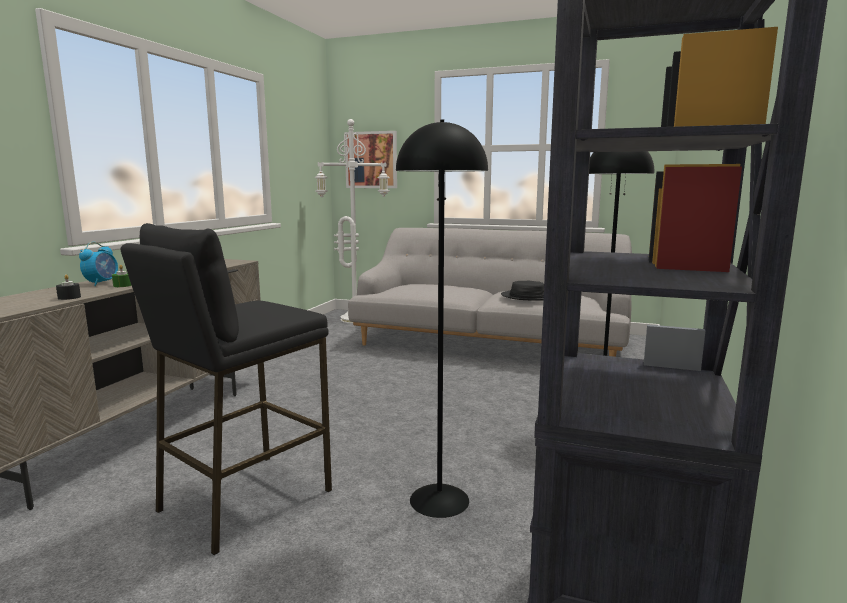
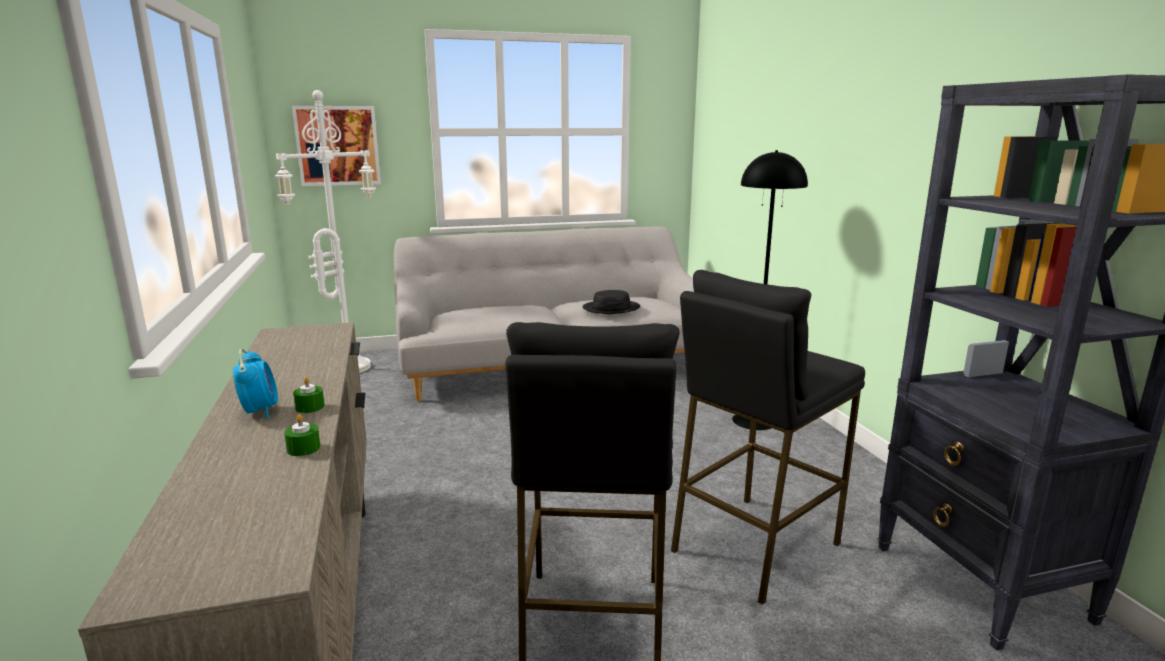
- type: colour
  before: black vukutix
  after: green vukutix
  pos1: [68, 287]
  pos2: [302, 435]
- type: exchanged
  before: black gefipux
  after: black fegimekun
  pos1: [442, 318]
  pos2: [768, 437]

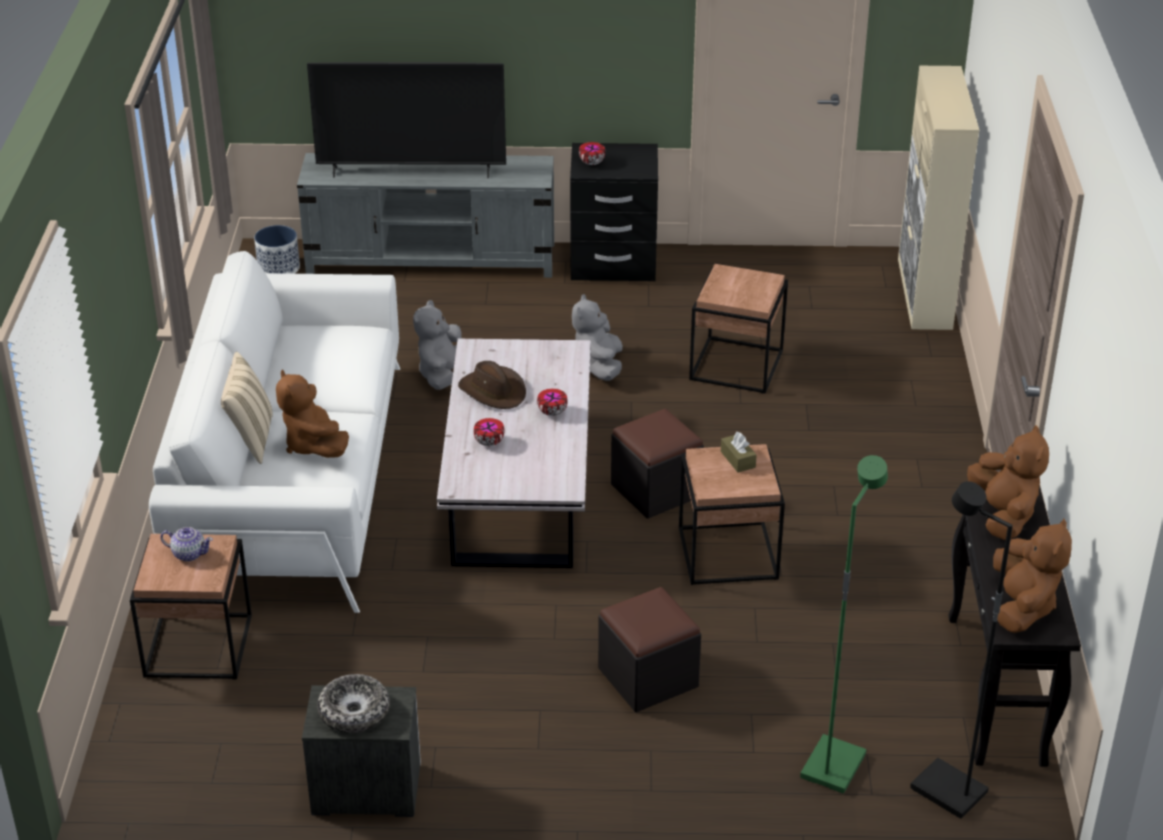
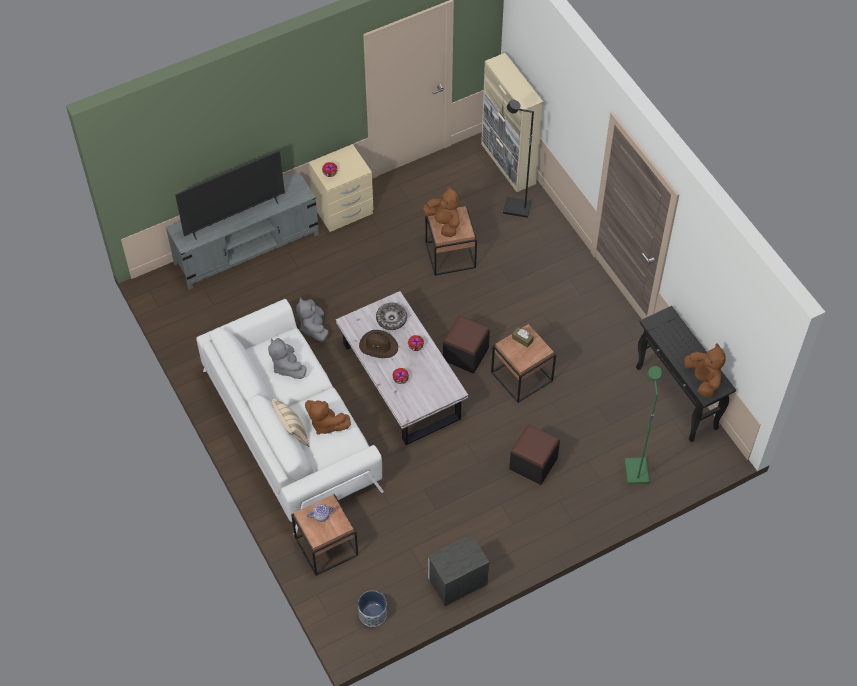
- type: relocated
  before: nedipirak
  pos1: [277, 249]
  pos2: [372, 609]
- type: relocated
  before: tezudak
  pos1: [353, 703]
  pos2: [391, 316]
- type: colour
  before: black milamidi
  after: beige milamidi
  pos1: [614, 212]
  pos2: [341, 188]
- type: relocated
  before: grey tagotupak
  pos1: [597, 337]
  pos2: [287, 358]
- type: relocated
  before: black gefipux
  pos1: [961, 650]
  pos2: [518, 159]
- type: relocated
  before: brown tagotupak
  pos1: [1008, 482]
  pos2: [441, 211]

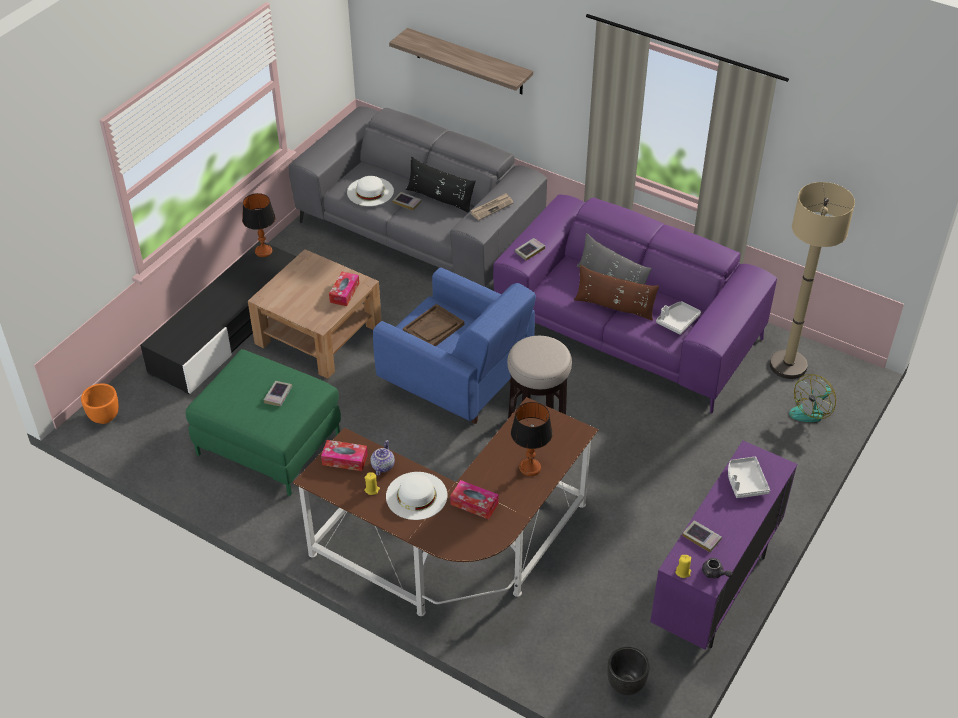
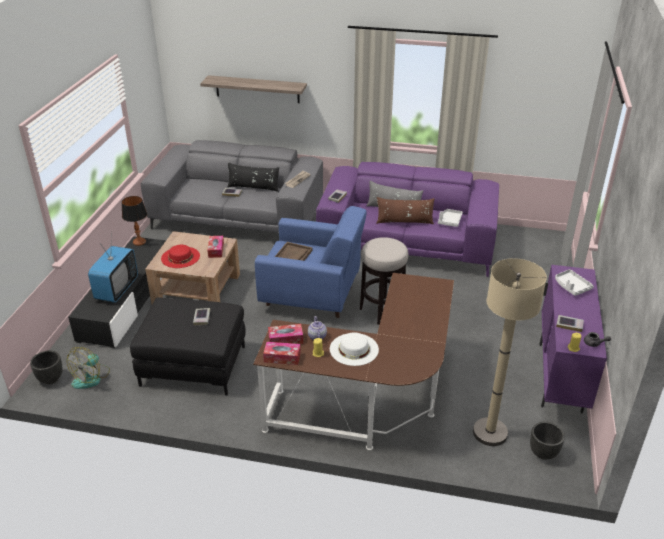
- type: colour
  before: orange nedipirak
  after: black nedipirak
  pos1: [100, 403]
  pos2: [46, 367]
- type: colour
  before: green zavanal
  after: black zavanal
  pos1: [263, 422]
  pos2: [188, 346]
- type: missing
  before: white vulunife
  pos1: [370, 191]
- type: relocated
  before: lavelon
  pos1: [474, 499]
  pos2: [282, 353]
- type: missing
  before: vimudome
  pos1: [532, 439]
- type: relocated
  before: beige gefipux
  pos1: [812, 280]
  pos2: [510, 352]
- type: relocated
  before: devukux
  pos1: [812, 398]
  pos2: [88, 368]
- type: appeared
  after: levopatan
  pos2: [113, 267]
- type: appeared
  after: red vulunife
  pos2: [180, 256]

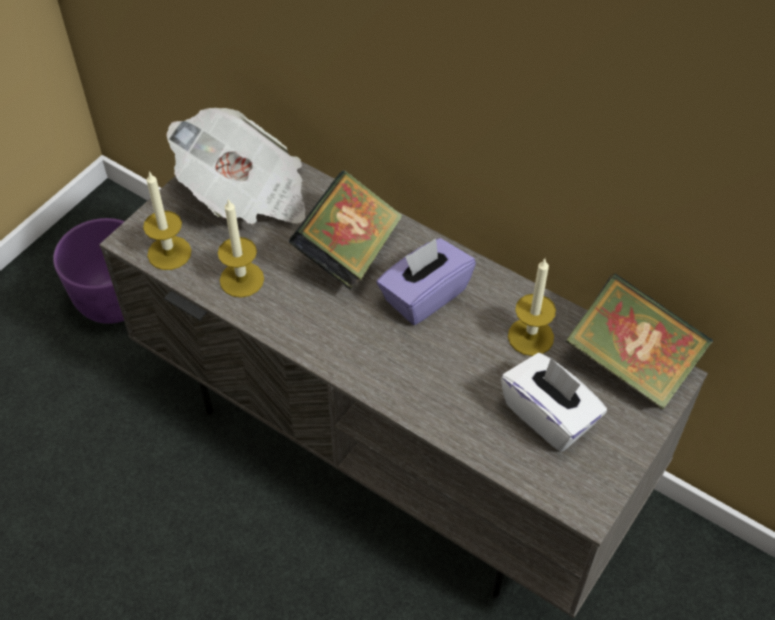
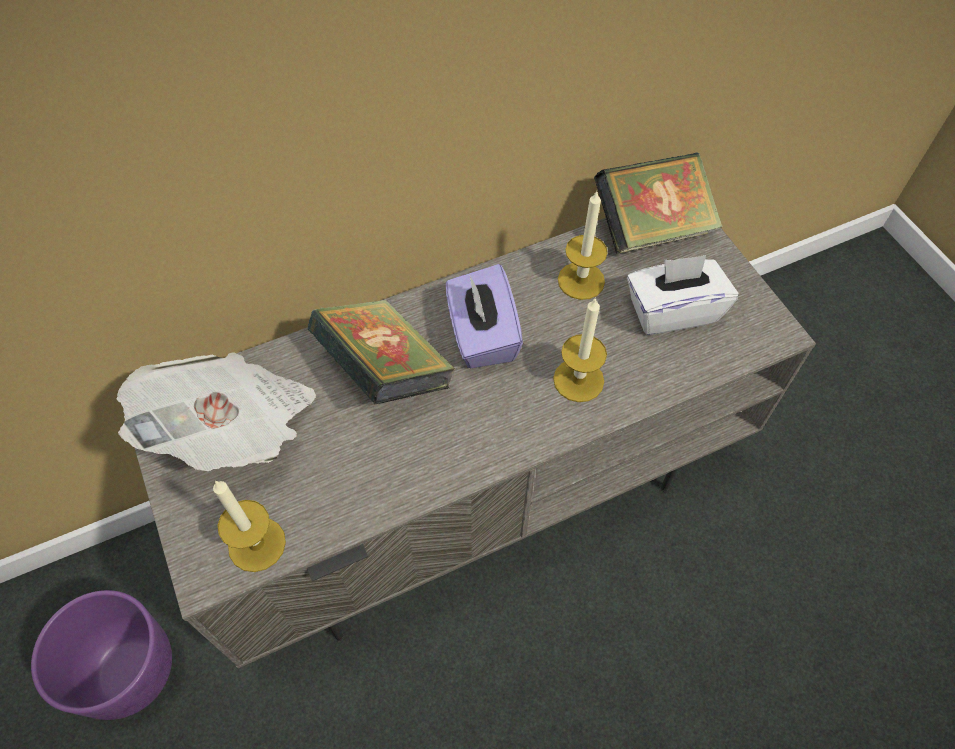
- type: relocated
  before: vukutix
  pos1: [241, 248]
  pos2: [580, 349]

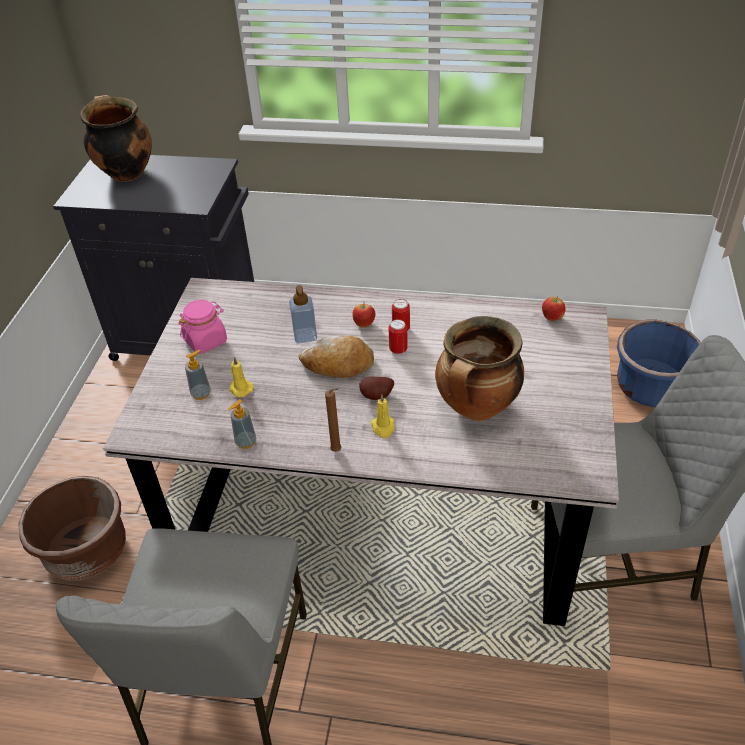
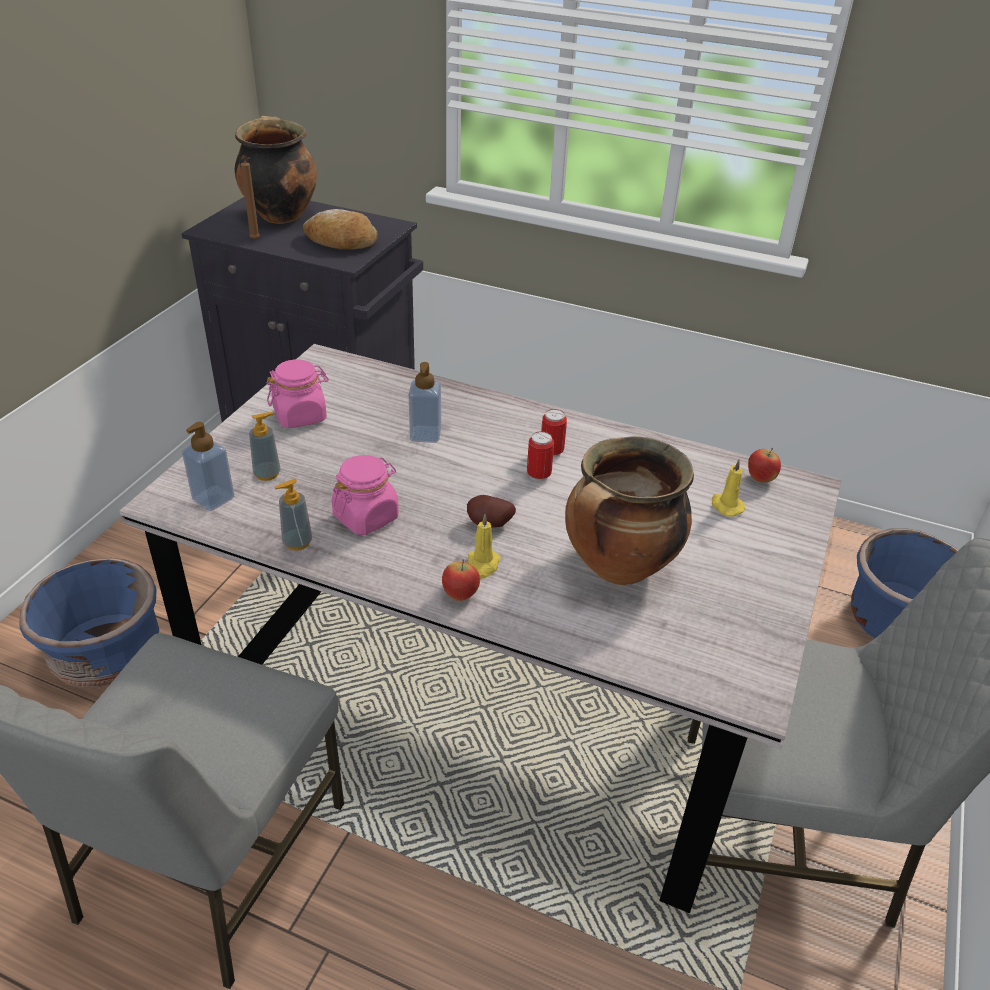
- type: colour
  before: brown nedipirak
  after: blue nedipirak
  pos1: [72, 528]
  pos2: [89, 623]
- type: relocated
  before: yellow vukutix
  pos1: [241, 377]
  pos2: [728, 488]
- type: relocated
  before: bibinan
  pos1: [336, 356]
  pos2: [340, 229]
- type: relocated
  before: brown vukutix
  pos1: [333, 420]
  pos2: [250, 198]
- type: relocated
  before: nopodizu
  pos1: [363, 316]
  pos2: [461, 580]
- type: appeared
  after: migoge
  pos2: [208, 466]
- type: appeared
  after: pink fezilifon
  pos2: [365, 495]

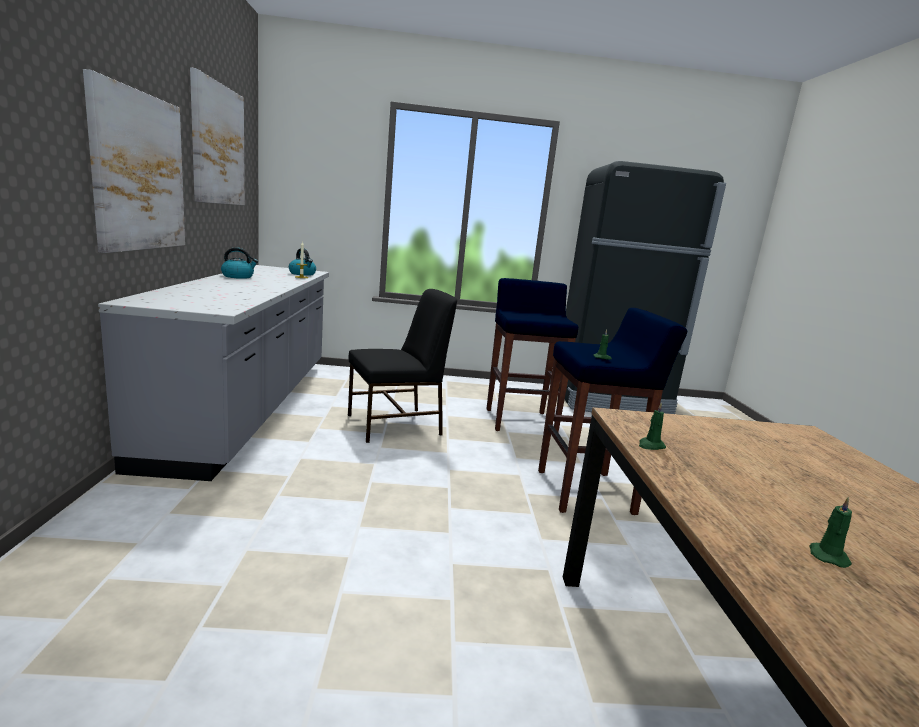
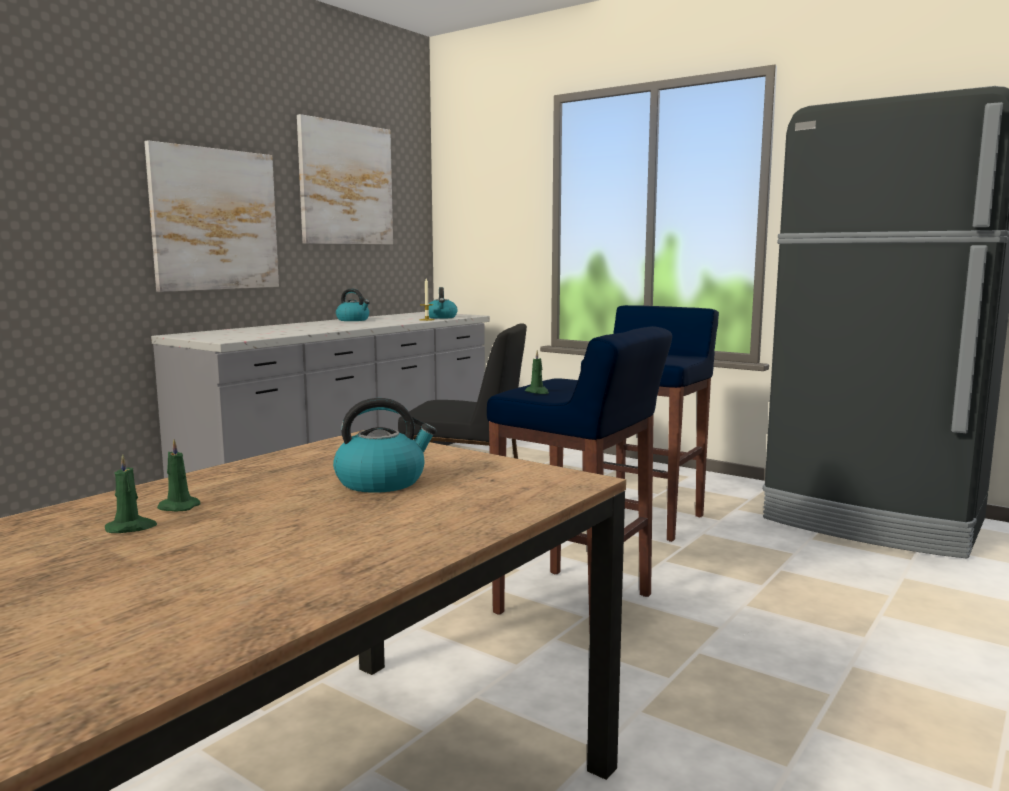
- type: relocated
  before: green vukutix
  pos1: [652, 426]
  pos2: [179, 475]
- type: appeared
  after: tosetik
  pos2: [385, 445]

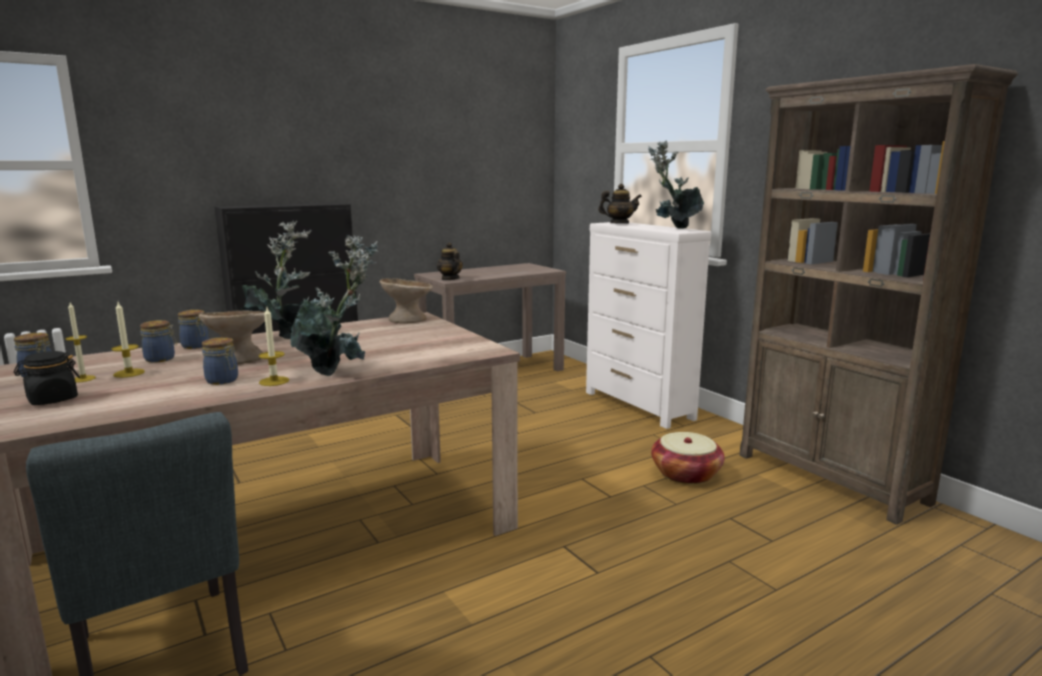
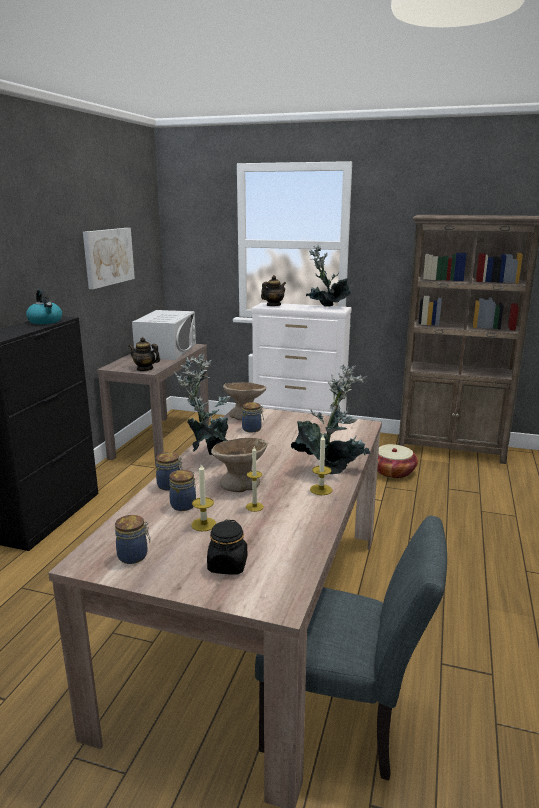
- type: relocated
  before: vukutix
  pos1: [80, 343]
  pos2: [255, 479]
- type: relocated
  before: fezilifon
  pos1: [220, 361]
  pos2: [253, 417]
- type: appeared
  after: tosetik
  pos2: [44, 306]
- type: appeared
  after: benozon
  pos2: [109, 258]
- type: appeared
  after: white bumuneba
  pos2: [164, 335]

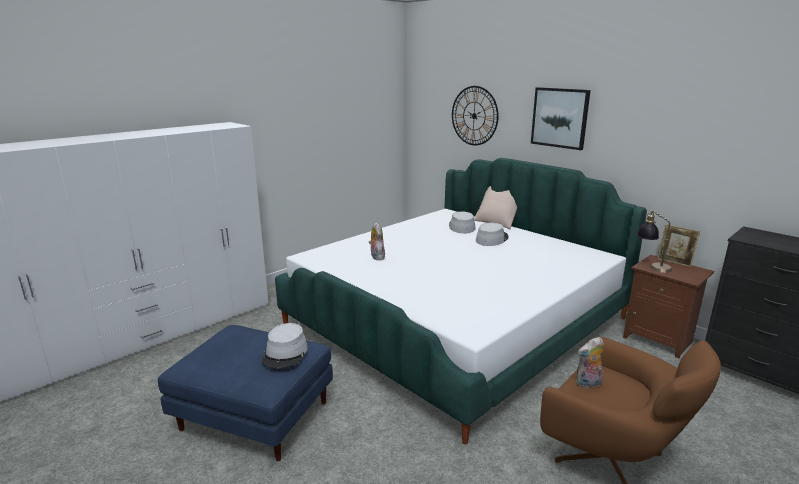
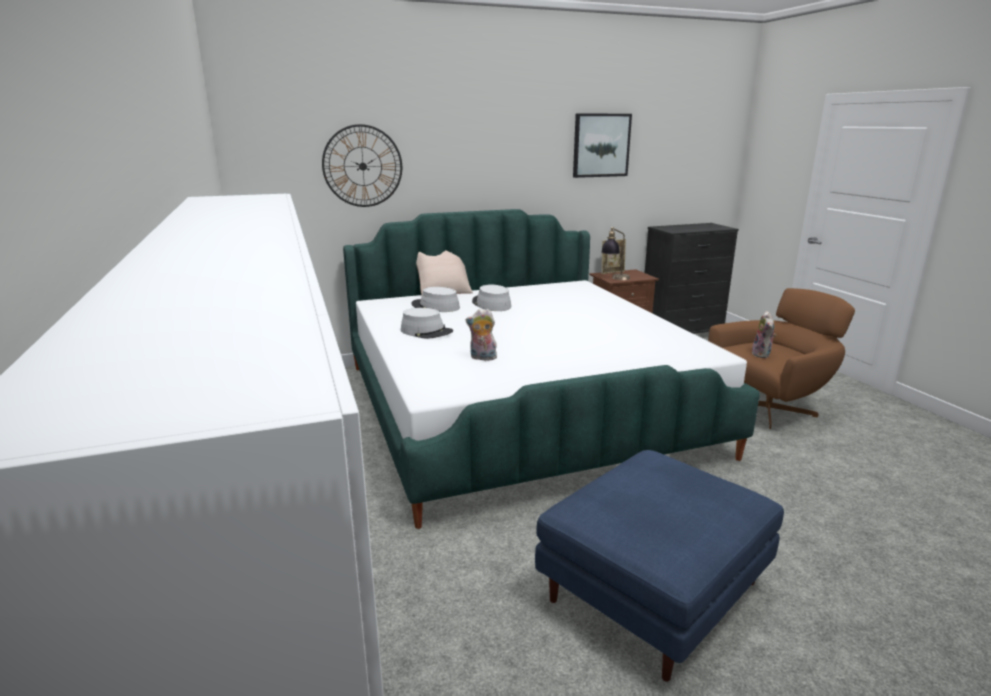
- type: relocated
  before: grey vulunife
  pos1: [285, 346]
  pos2: [427, 323]
- type: relocated
  before: benozon
  pos1: [561, 118]
  pos2: [602, 145]

